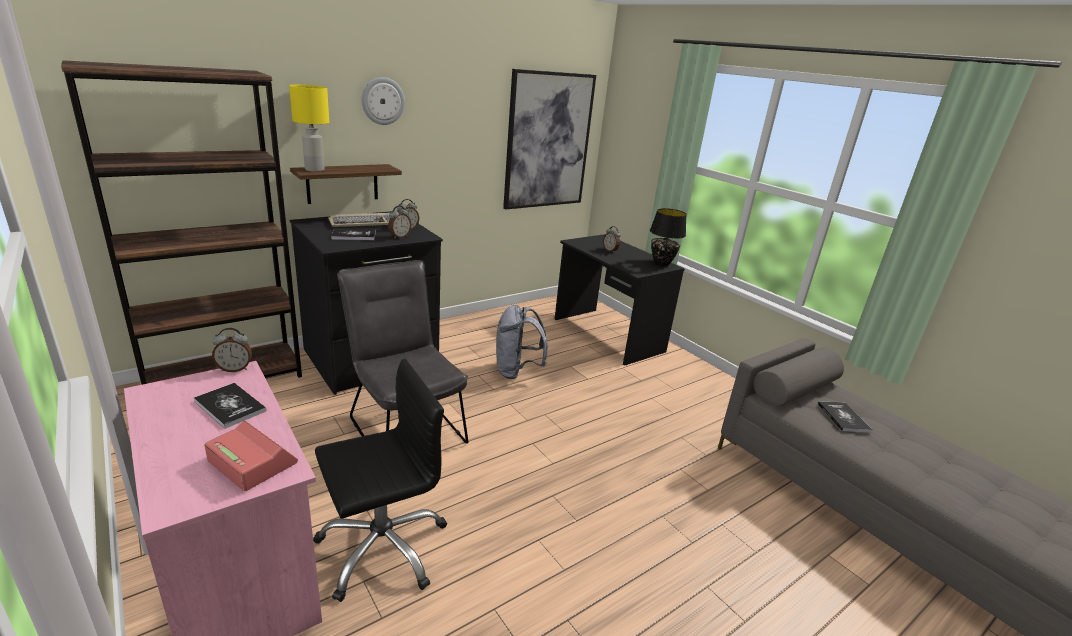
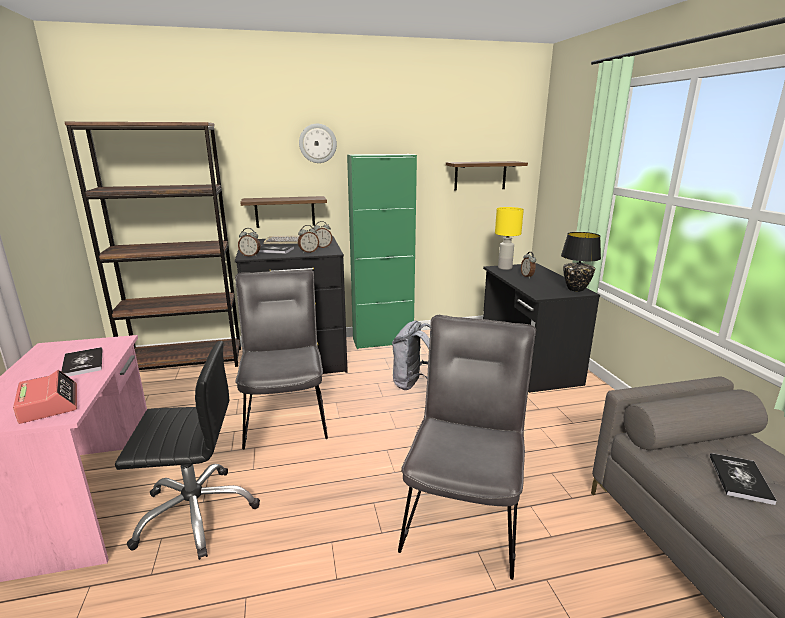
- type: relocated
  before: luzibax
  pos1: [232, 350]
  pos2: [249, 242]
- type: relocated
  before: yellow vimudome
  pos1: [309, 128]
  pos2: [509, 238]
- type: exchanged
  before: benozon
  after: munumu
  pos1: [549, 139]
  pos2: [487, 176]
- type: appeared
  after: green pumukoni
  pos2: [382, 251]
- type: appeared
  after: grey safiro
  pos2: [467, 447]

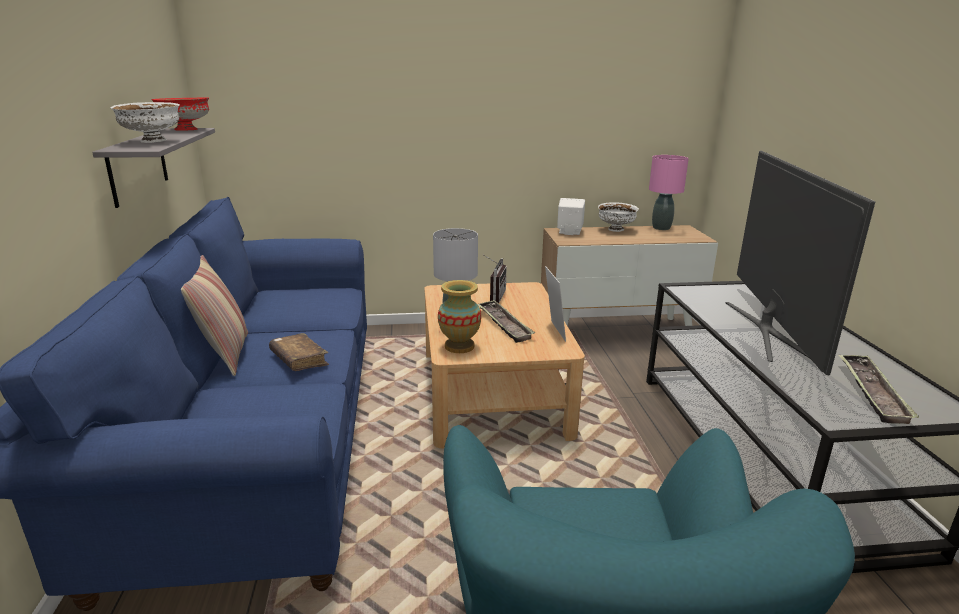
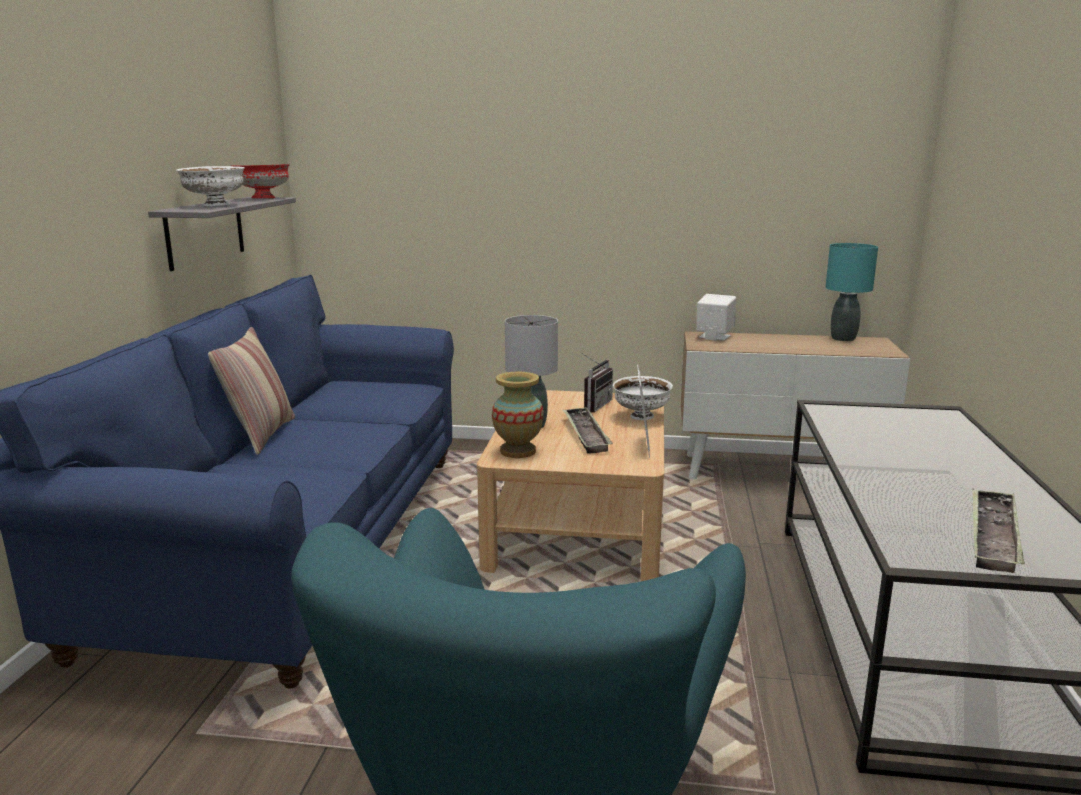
- type: missing
  before: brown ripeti
  pos1: [299, 352]
- type: relocated
  before: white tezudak
  pos1: [618, 217]
  pos2: [643, 398]
- type: colour
  before: pink vimudome
  after: turquoise vimudome
  pos1: [669, 192]
  pos2: [851, 292]
- type: missing
  before: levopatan
  pos1: [800, 263]

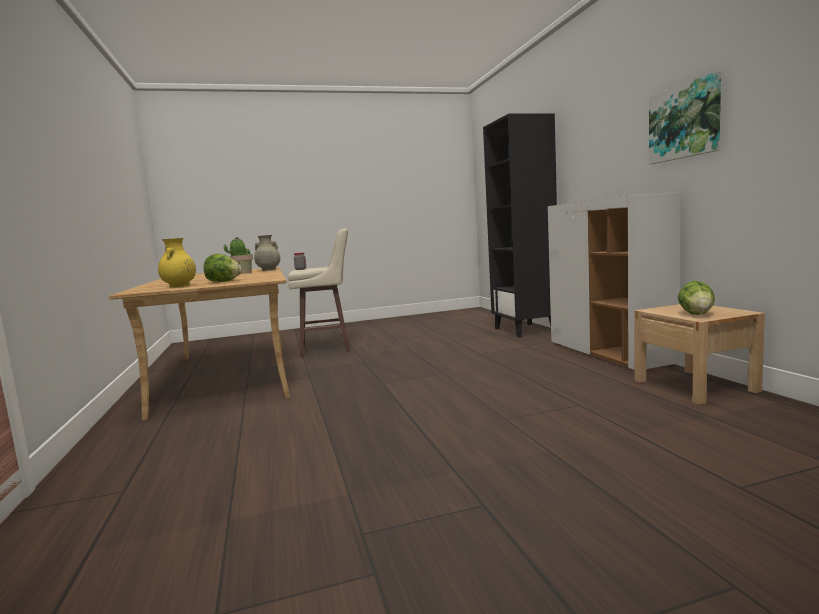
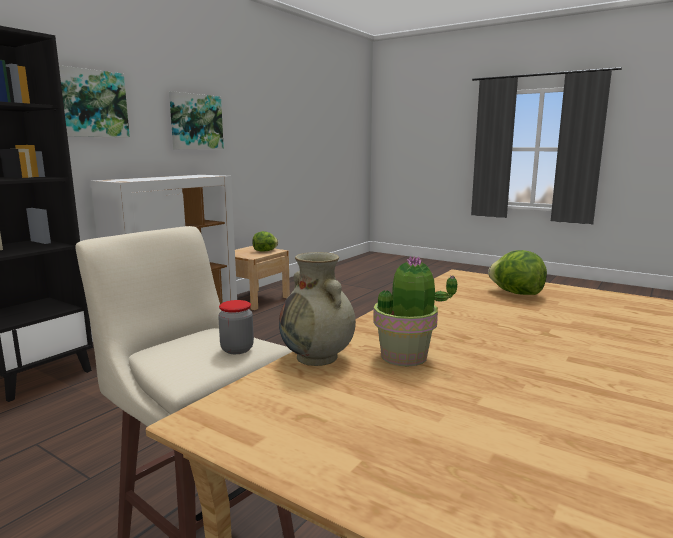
- type: missing
  before: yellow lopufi
  pos1: [177, 263]
- type: appeared
  after: benozon
  pos2: [94, 101]

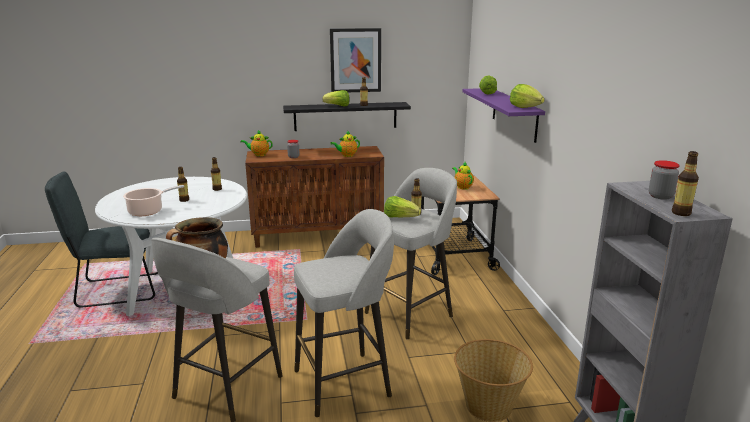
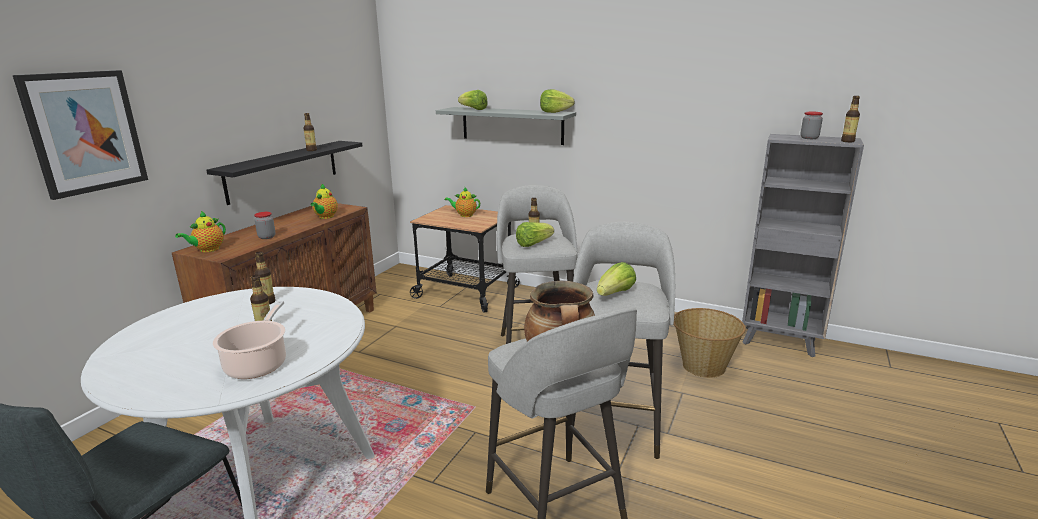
- type: relocated
  before: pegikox
  pos1: [336, 98]
  pos2: [616, 279]
- type: relocated
  before: benozon
  pos1: [355, 60]
  pos2: [80, 135]
- type: colour
  before: purple munumu
  after: grey munumu
  pos1: [503, 115]
  pos2: [506, 126]

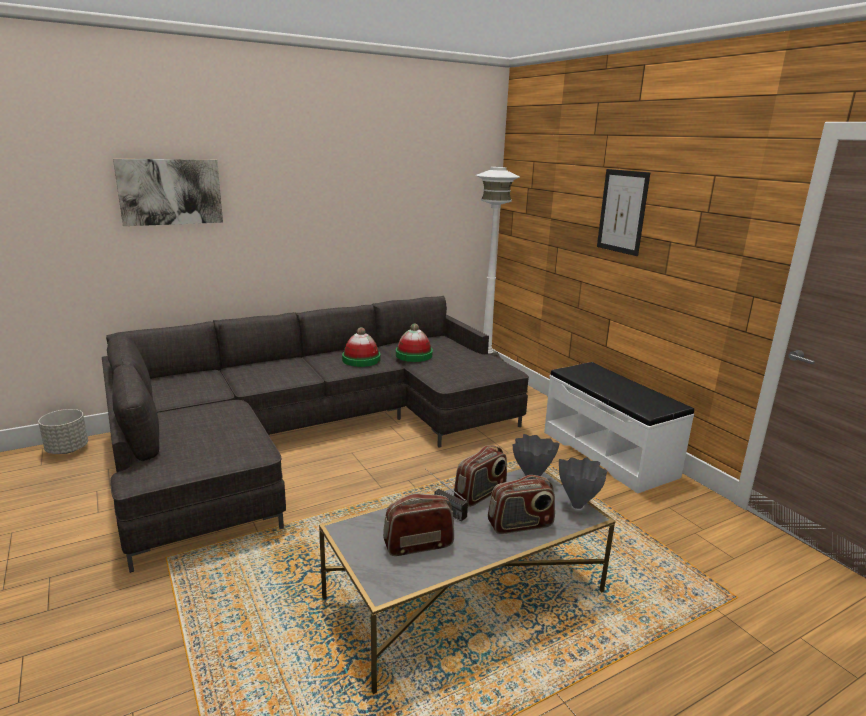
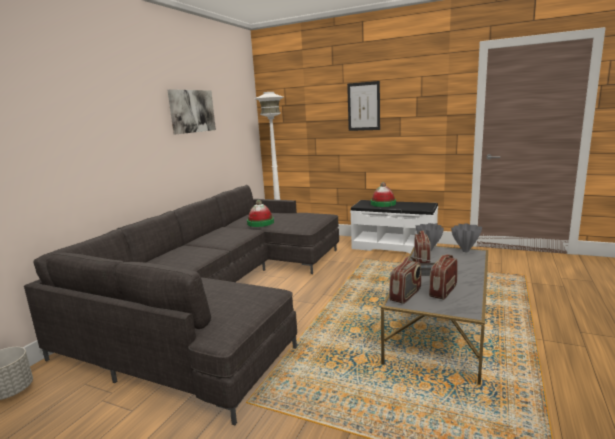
- type: relocated
  before: benozon
  pos1: [168, 192]
  pos2: [191, 111]
- type: relocated
  before: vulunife
  pos1: [361, 347]
  pos2: [383, 194]
- type: relocated
  before: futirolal
  pos1: [521, 504]
  pos2: [405, 280]

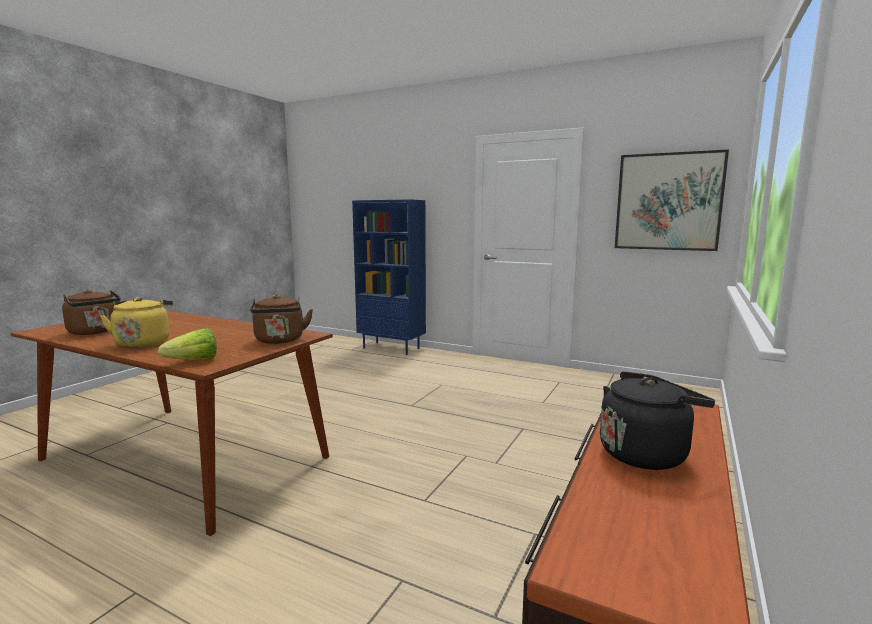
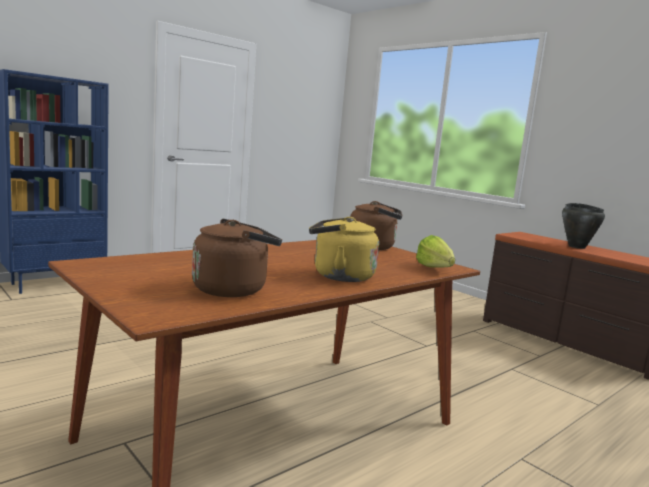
- type: exchanged
  before: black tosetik
  after: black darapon
  pos1: [657, 420]
  pos2: [583, 226]
- type: missing
  before: benozon
  pos1: [672, 200]

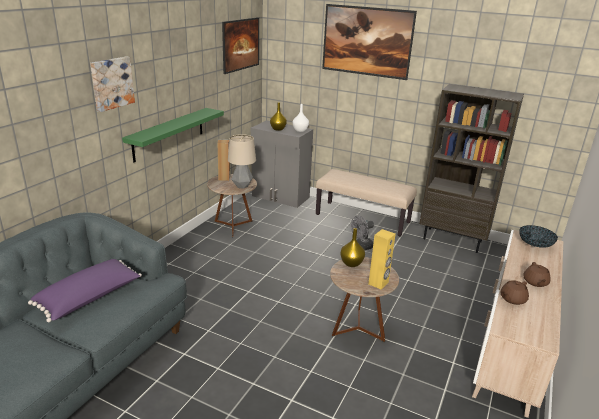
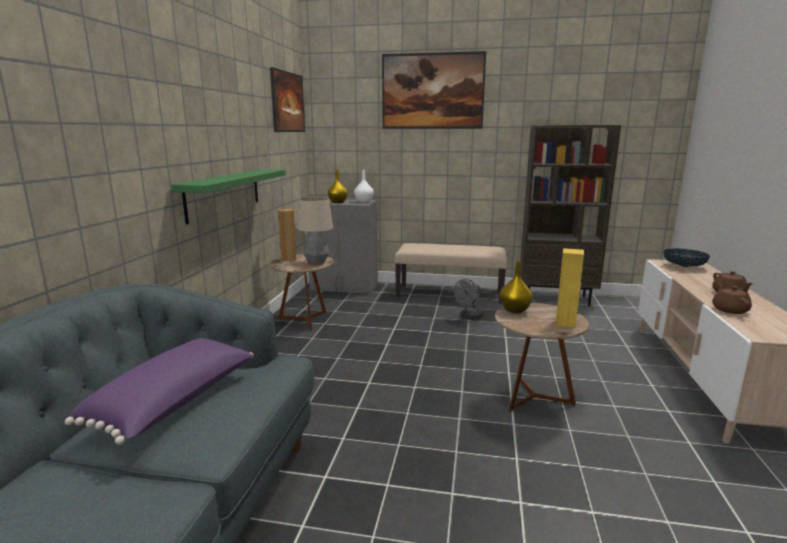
- type: missing
  before: benozon
  pos1: [112, 84]
- type: spun
  before: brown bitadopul
  pos1: [514, 292]
  pos2: [732, 298]
  turn: 150

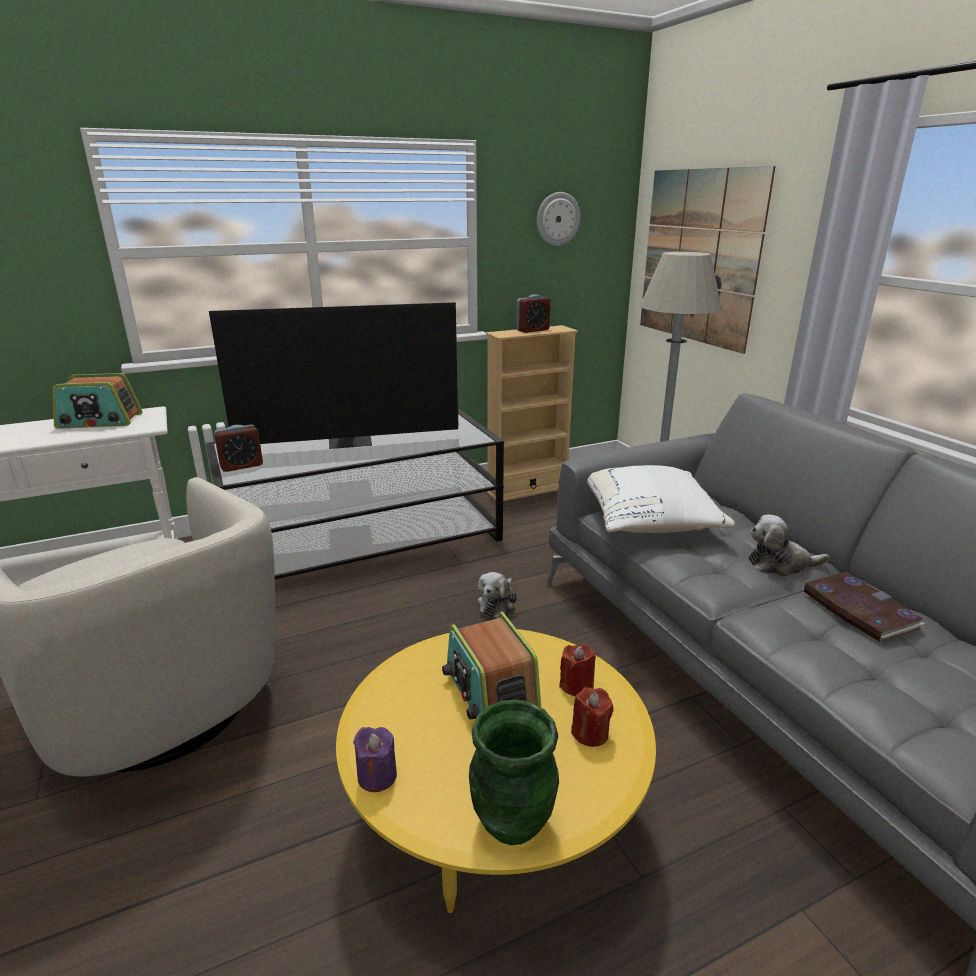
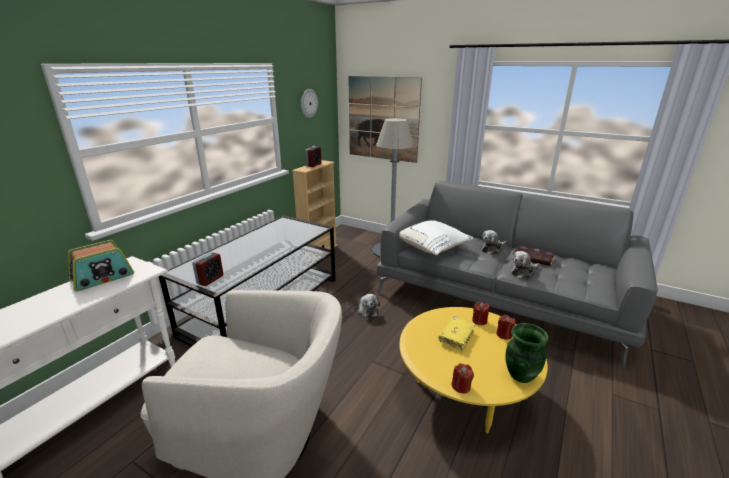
- type: missing
  before: levopatan
  pos1: [333, 375]
- type: colour
  before: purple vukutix
  after: red vukutix
  pos1: [375, 759]
  pos2: [462, 378]
- type: exchanged
  before: futirolal
  after: yellow ripeti
  pos1: [491, 665]
  pos2: [456, 334]
- type: appeared
  after: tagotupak
  pos2: [525, 265]

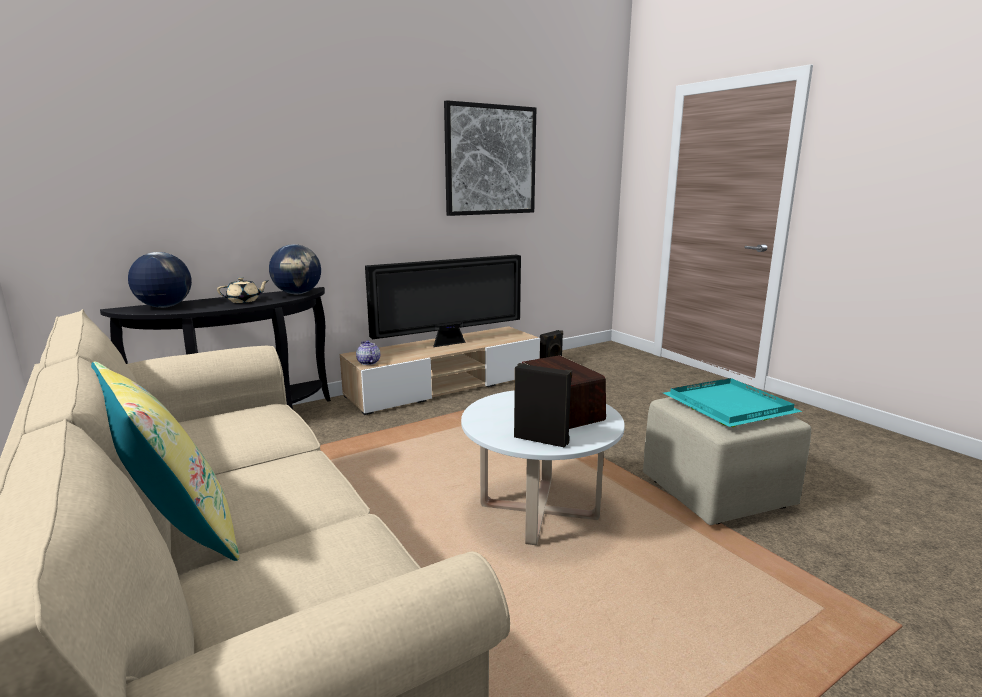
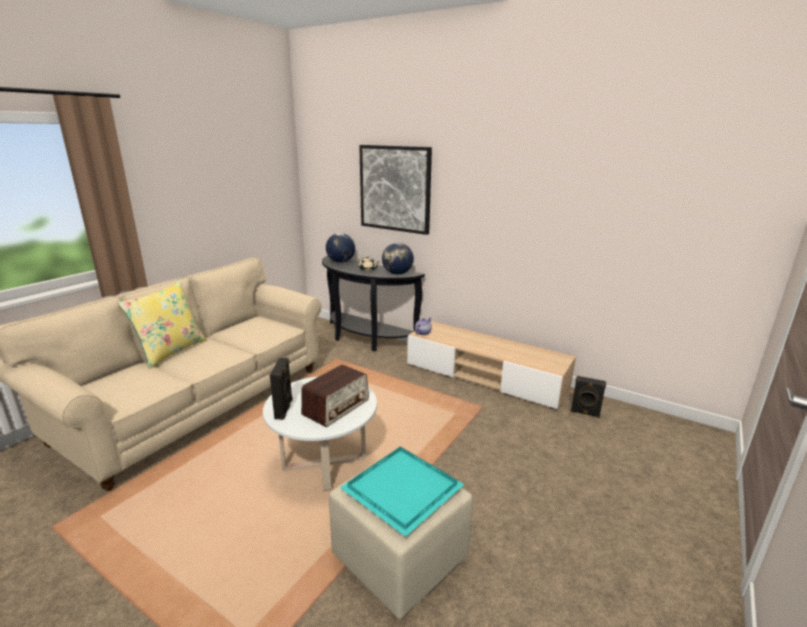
- type: missing
  before: levopatan
  pos1: [443, 301]
- type: relocated
  before: benozon
  pos1: [490, 158]
  pos2: [395, 190]

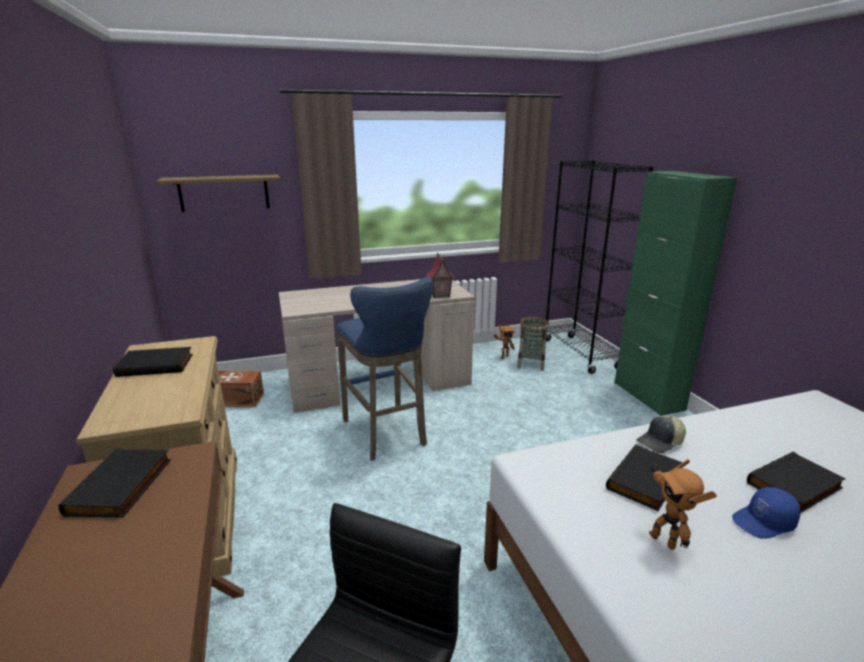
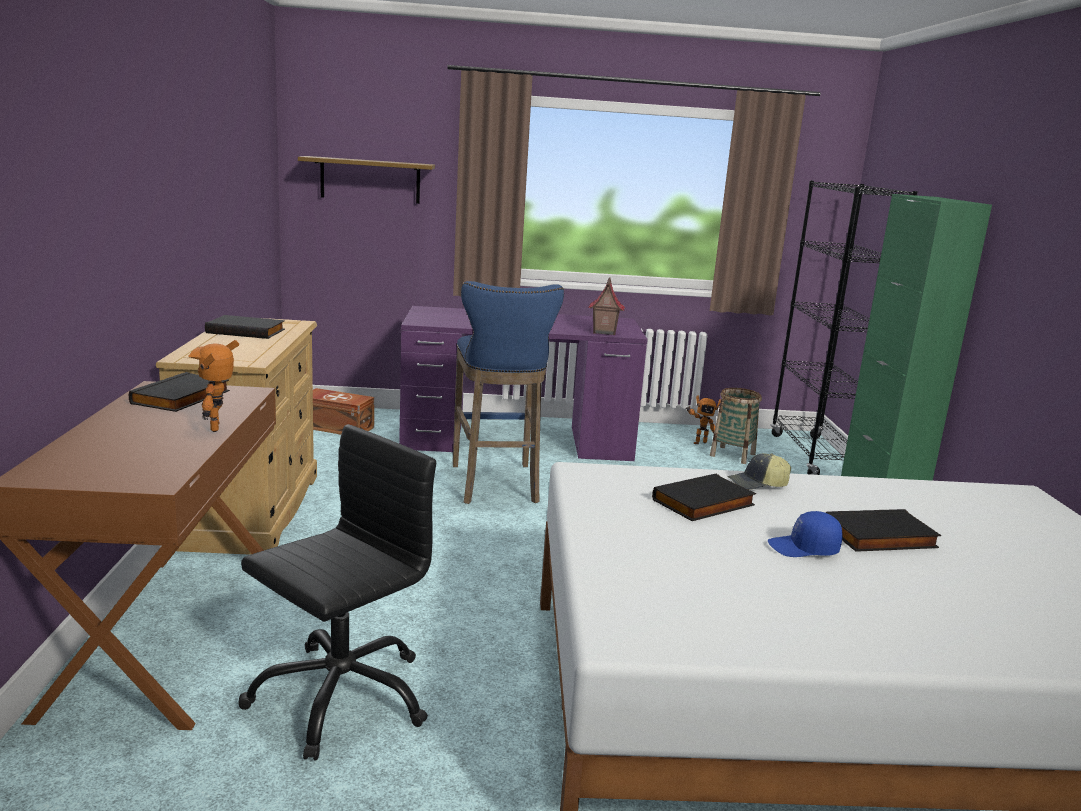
- type: colour
  before: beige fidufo
  after: purple fidufo
  pos1: [377, 346]
  pos2: [523, 383]
- type: relocated
  before: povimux
  pos1: [683, 504]
  pos2: [213, 386]

